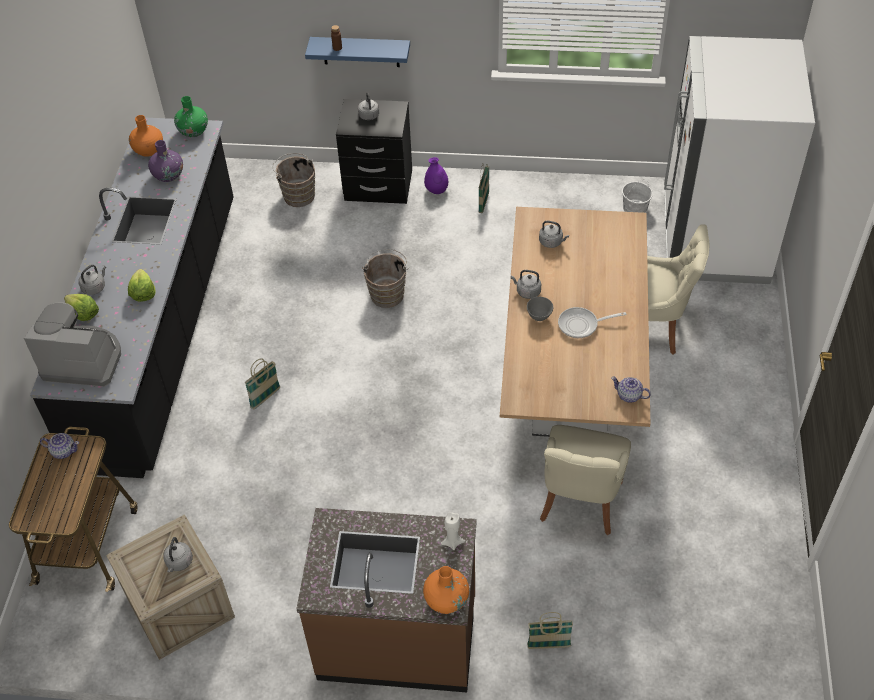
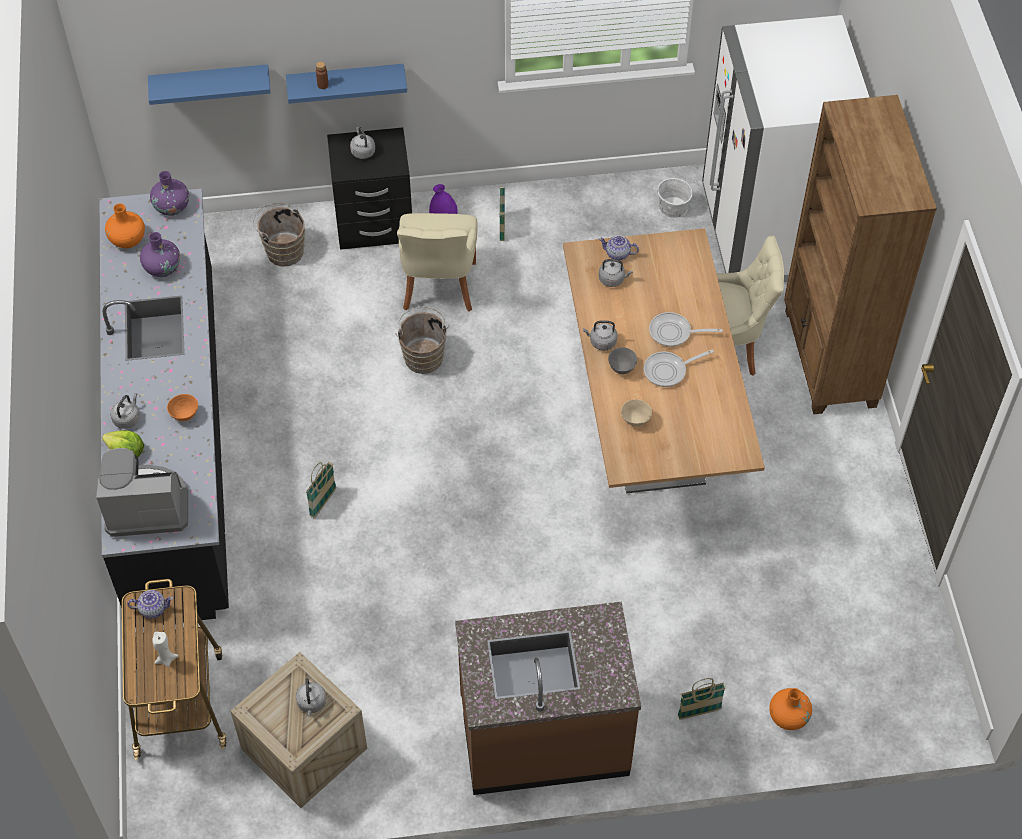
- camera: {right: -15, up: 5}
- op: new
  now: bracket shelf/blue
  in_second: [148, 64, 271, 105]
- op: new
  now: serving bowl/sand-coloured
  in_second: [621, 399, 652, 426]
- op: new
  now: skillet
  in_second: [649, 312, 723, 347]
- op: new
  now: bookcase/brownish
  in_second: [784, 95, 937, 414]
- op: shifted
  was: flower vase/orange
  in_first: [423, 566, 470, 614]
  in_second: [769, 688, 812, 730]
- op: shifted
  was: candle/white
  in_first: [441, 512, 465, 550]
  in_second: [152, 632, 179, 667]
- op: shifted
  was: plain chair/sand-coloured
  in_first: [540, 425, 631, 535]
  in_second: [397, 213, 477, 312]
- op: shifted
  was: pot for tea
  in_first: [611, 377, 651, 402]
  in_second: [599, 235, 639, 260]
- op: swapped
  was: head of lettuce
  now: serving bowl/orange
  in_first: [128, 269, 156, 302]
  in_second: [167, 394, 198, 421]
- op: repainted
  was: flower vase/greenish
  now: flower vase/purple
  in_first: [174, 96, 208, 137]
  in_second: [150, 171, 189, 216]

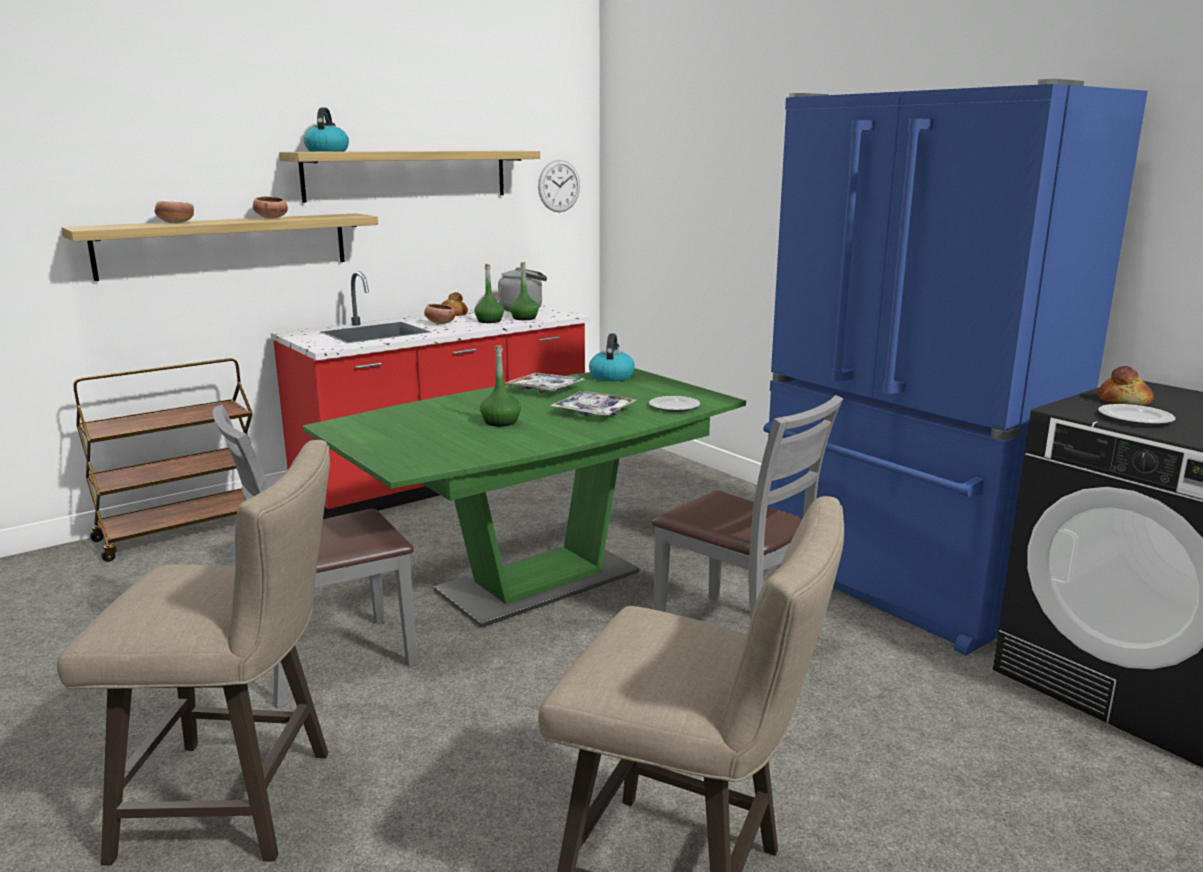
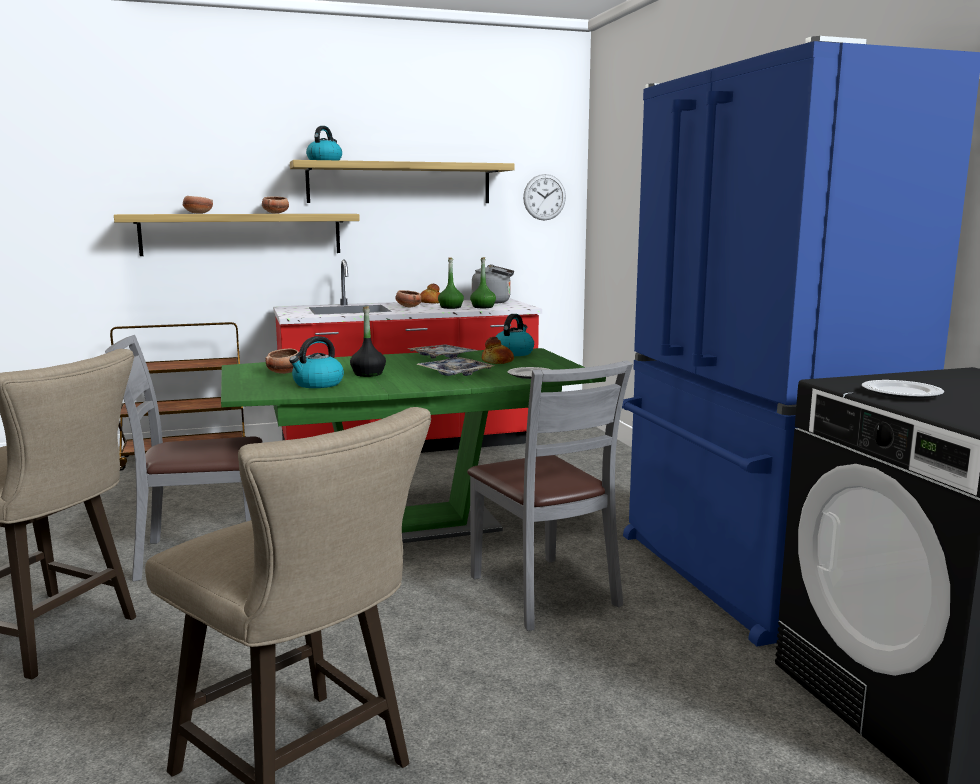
- camera: {right: 20, up: -5}
- op: new
  now: serving bowl
  in_second: [265, 349, 299, 374]
- op: new
  now: tea kettle
  in_second: [289, 336, 344, 388]
- op: shifted
  was: bread
  in_first: [1098, 366, 1154, 406]
  in_second: [482, 337, 514, 364]
- op: repainted
  was: bottle/greenish
  now: bottle/blackish
  in_first: [480, 345, 521, 426]
  in_second: [350, 306, 386, 377]

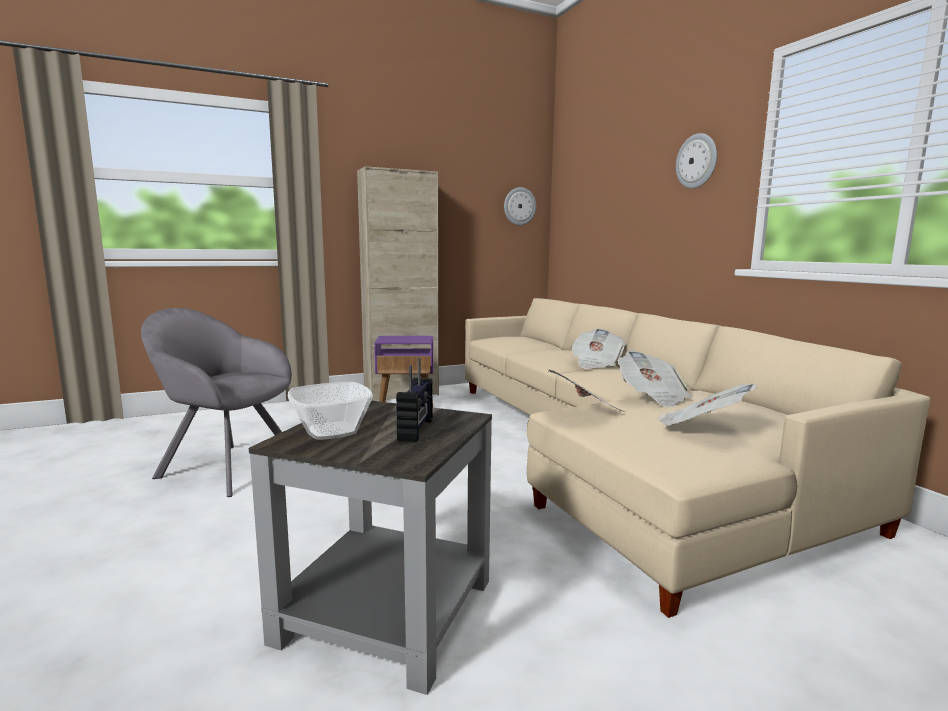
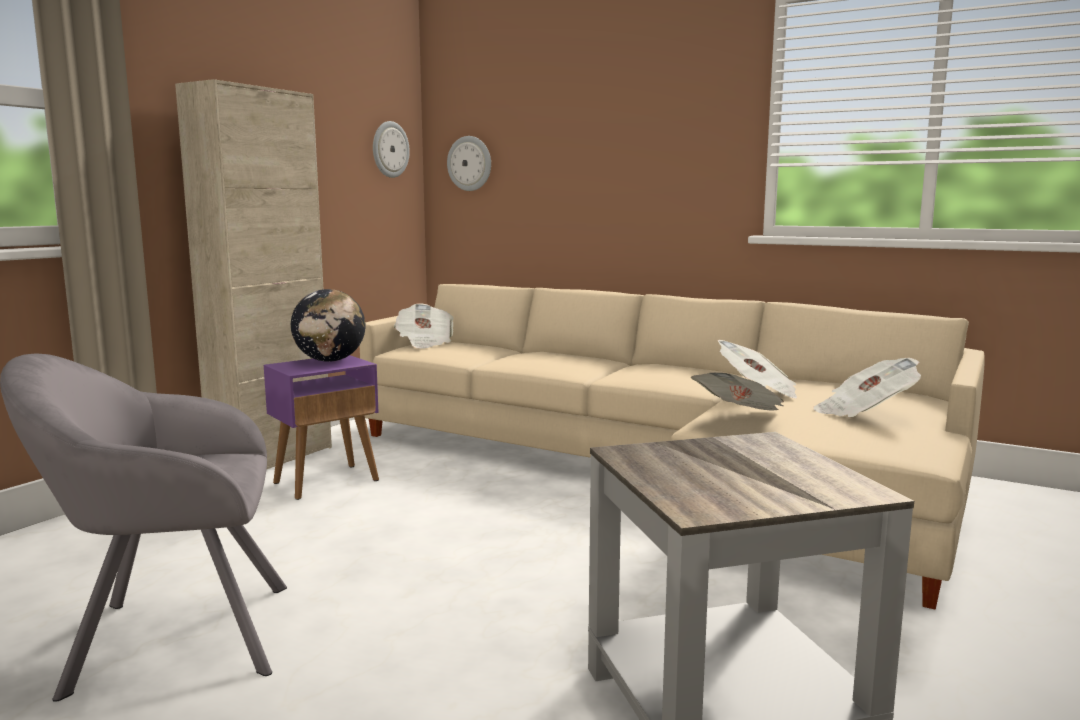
- camera: {right: -35, up: 0}
- op: gone
  was: serving bowl
  in_first: [288, 382, 373, 440]
- op: gone
  was: radio
  in_first: [396, 358, 433, 442]
- op: new
  now: world globe
  in_second: [291, 289, 365, 362]
- op: shifted
  was: printed paper
  in_first: [571, 329, 626, 369]
  in_second: [394, 303, 454, 349]
- op: shifted
  was: hanging clock
  in_first: [676, 133, 717, 189]
  in_second: [447, 136, 491, 191]

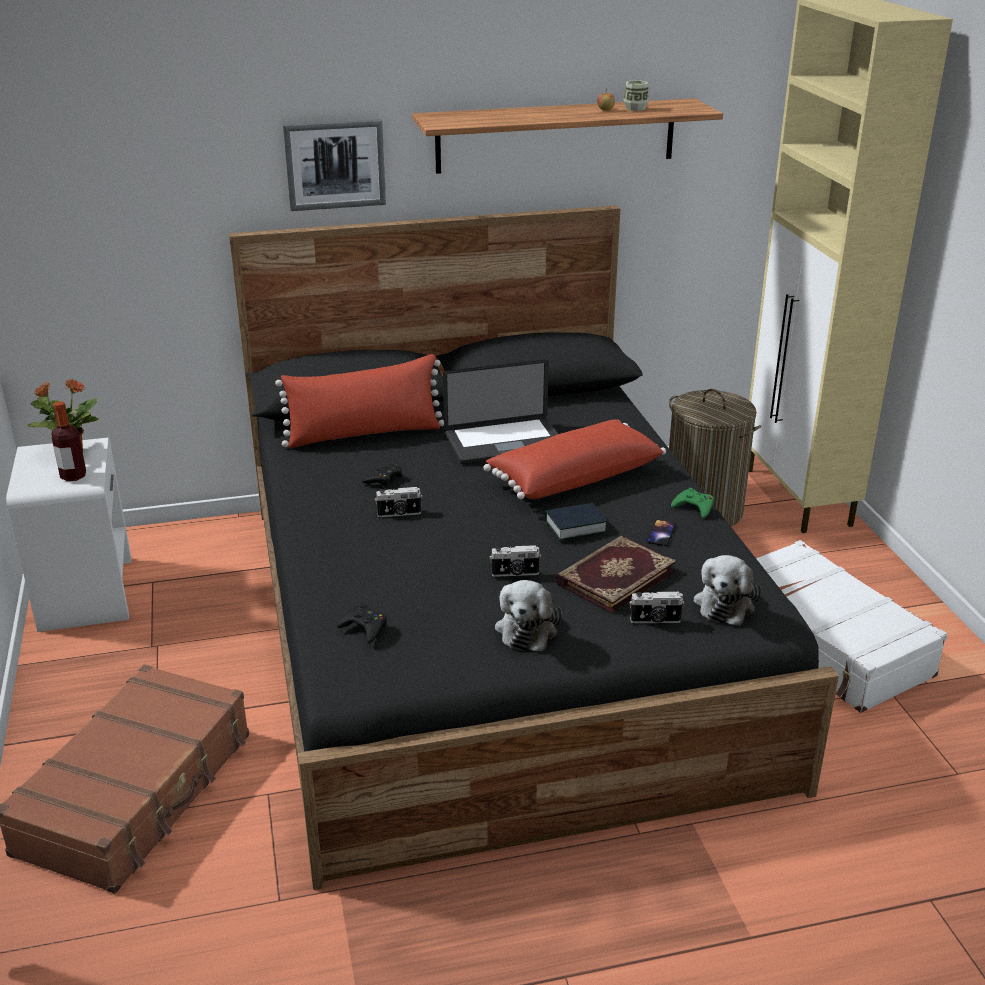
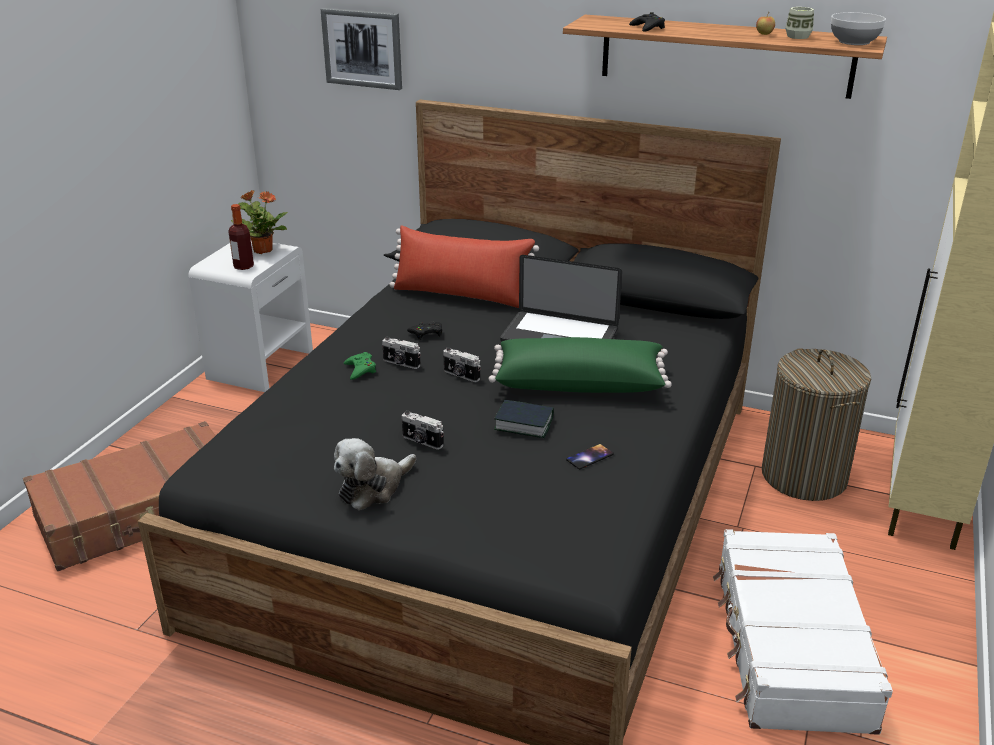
- camera: {right: 35, up: 0}
- op: gone
  was: bound book
  in_first: [555, 535, 676, 614]
- op: gone
  was: cuddly toy
  in_first: [694, 555, 762, 626]
- op: new
  now: serving bowl
  in_second: [831, 12, 886, 45]
- op: shifted
  was: picture
  in_first: [283, 119, 386, 211]
  in_second: [321, 8, 402, 90]
- op: shifted
  was: joypad/blackish
  in_first: [337, 604, 387, 643]
  in_second: [629, 12, 665, 32]
- op: shifted
  was: still camera
  in_first: [629, 591, 684, 623]
  in_second: [443, 347, 481, 382]
- op: shifted
  was: joypad/greenish
  in_first: [671, 488, 714, 518]
  in_second: [344, 352, 376, 380]
- op: repainted
  was: pillow/reddish
  now: pillow/greenish
  in_first: [483, 419, 666, 499]
  in_second: [489, 337, 672, 393]

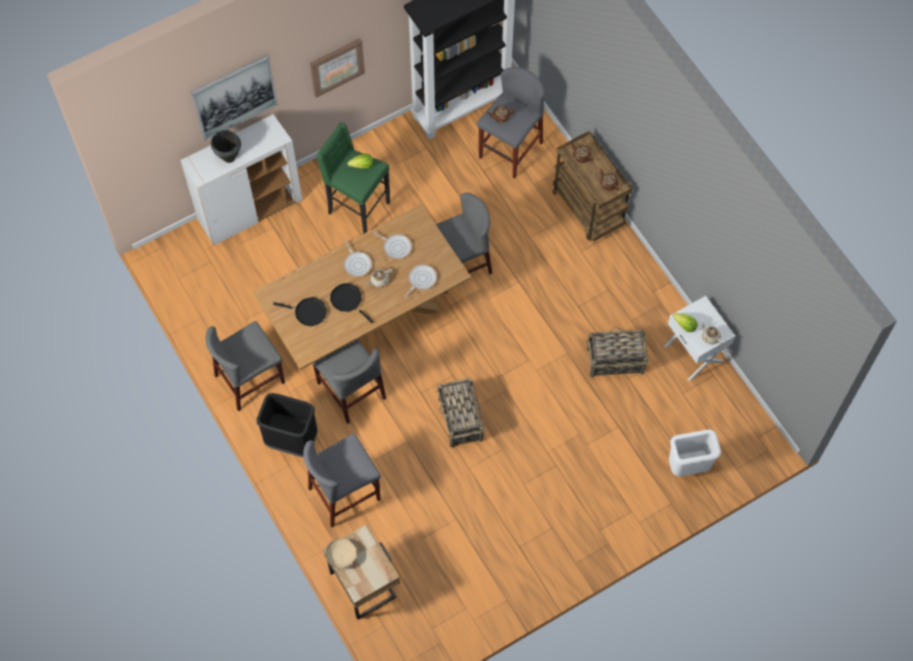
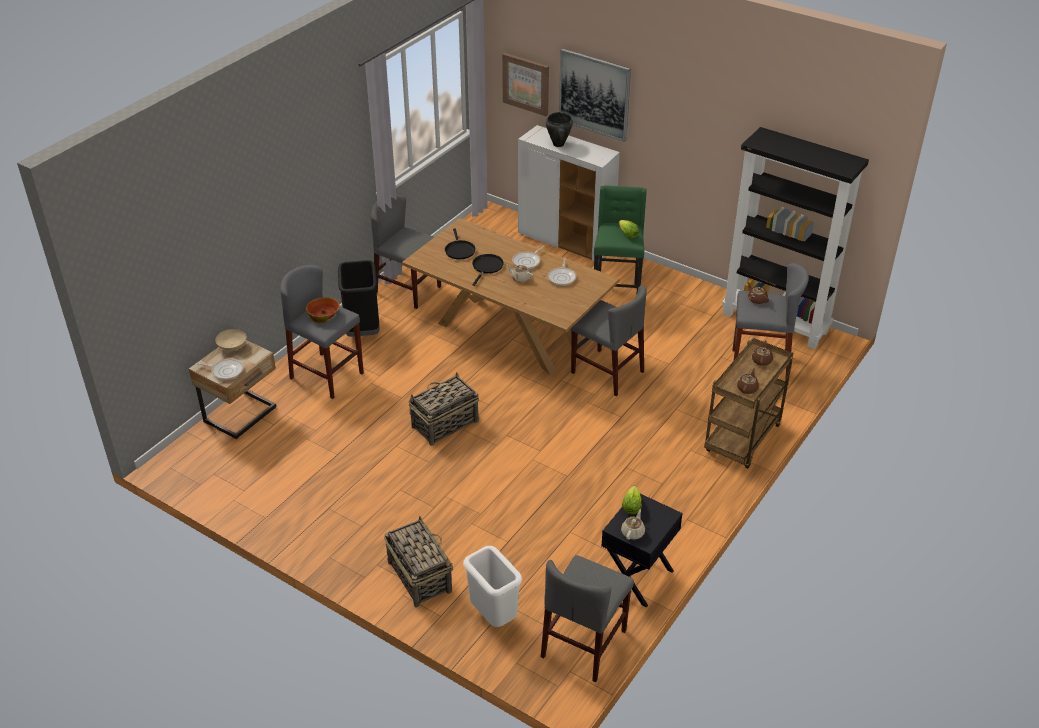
- camera: {right: 65, up: -25}
- op: new
  now: serving bowl
  in_second: [306, 297, 340, 323]
- op: shifted
  was: picture
  in_first: [310, 38, 365, 98]
  in_second: [502, 53, 549, 116]
- op: shifted
  was: plain chair/greyish
  in_first: [313, 339, 386, 424]
  in_second: [541, 555, 634, 682]
- op: shifted
  was: skillet
  in_first: [404, 264, 437, 298]
  in_second: [197, 359, 243, 380]
- op: shifted
  was: storage basket
  in_first: [587, 327, 648, 377]
  in_second: [384, 516, 453, 607]
- op: repainted
  was: bedside table/white
  now: bedside table/blackish
  in_first: [664, 296, 735, 381]
  in_second: [601, 494, 682, 607]

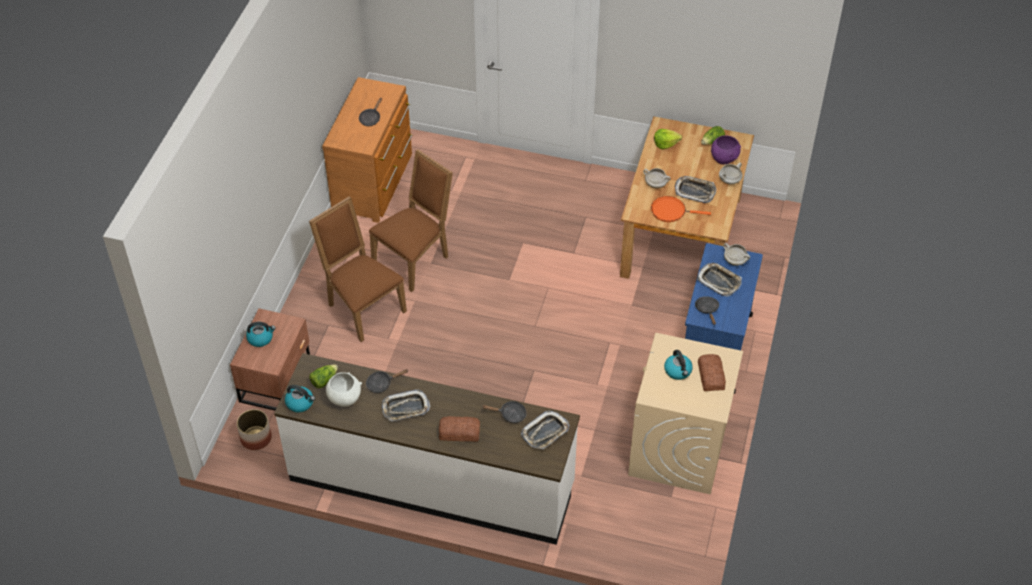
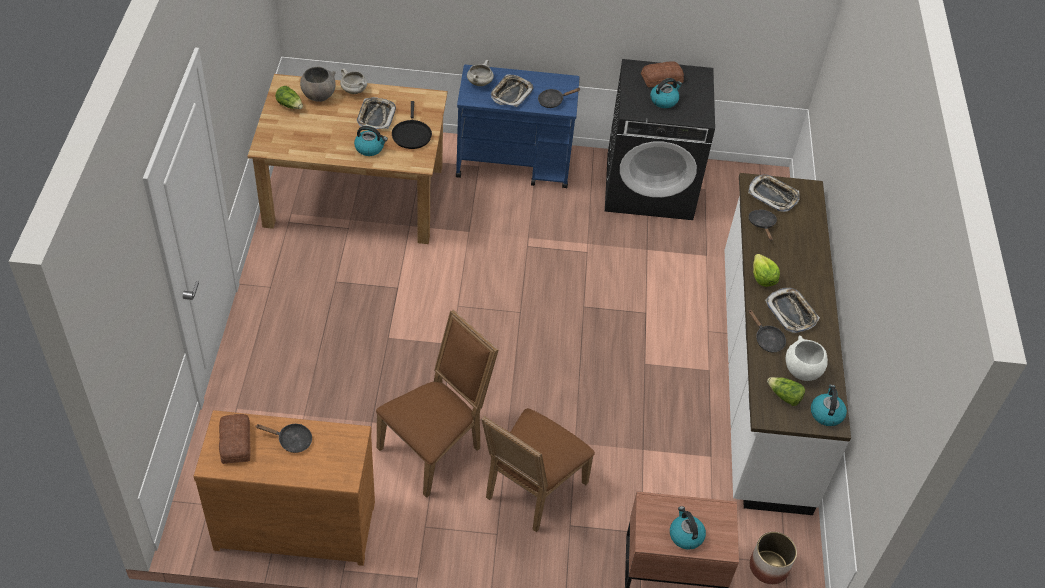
- camera: {right: -105, up: 0}
- op: shifted
  was: bread
  in_first: [439, 416, 480, 442]
  in_second: [219, 414, 250, 464]
- op: shifted
  was: head of lettuce
  in_first: [654, 129, 682, 149]
  in_second: [753, 254, 780, 287]
- op: swapped
  was: saucepot/white
  now: tea kettle
  in_first: [643, 168, 671, 188]
  in_second: [354, 126, 388, 156]
- op: repainted
  was: washing machine/sand-coloured
  now: washing machine/blackish
  in_first: [628, 333, 743, 495]
  in_second: [605, 59, 715, 220]
- op: repainted
  was: skillet/orange
  now: skillet/blackish
  in_first: [651, 196, 711, 222]
  in_second: [392, 101, 432, 149]
- op: repainted
  was: serving bowl/purple
  now: serving bowl/greyish
  in_first: [711, 135, 741, 164]
  in_second: [300, 66, 336, 102]
- op: rotated
  was: plain chair/brownish
  in_first: [369, 149, 453, 292]
  in_second: [376, 310, 498, 498]
  clockwise: 105

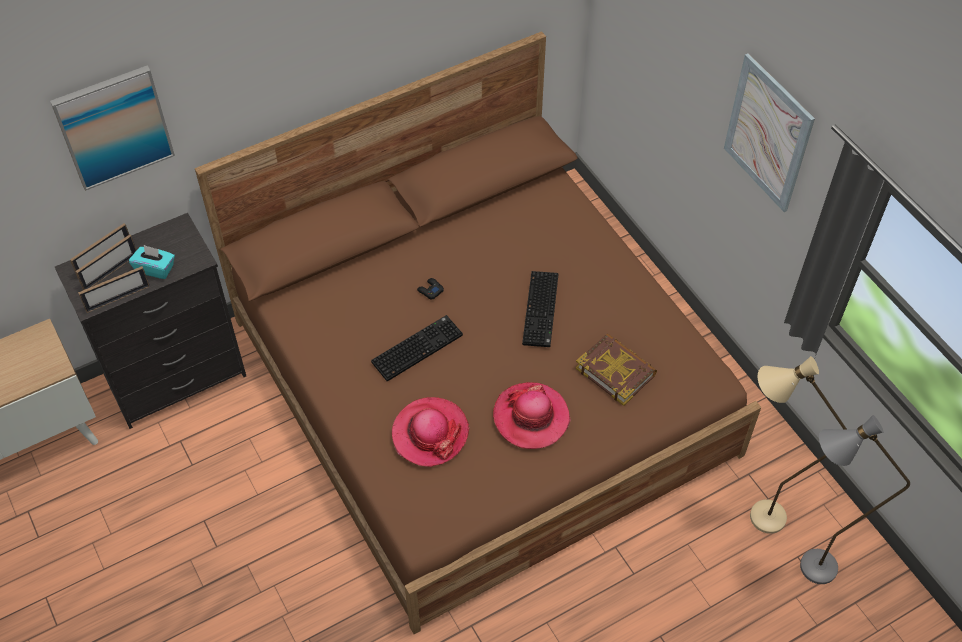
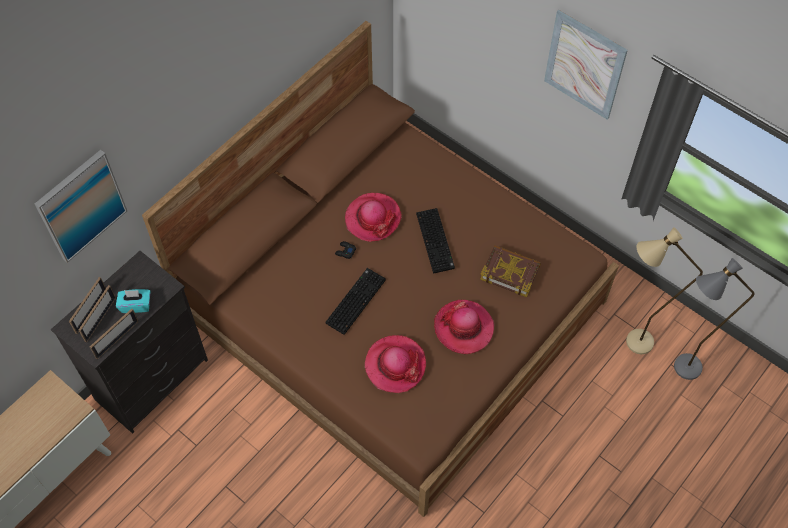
- camera: {right: -20, up: 5}
- op: new
  now: clothing hat
  in_second: [345, 193, 402, 242]

